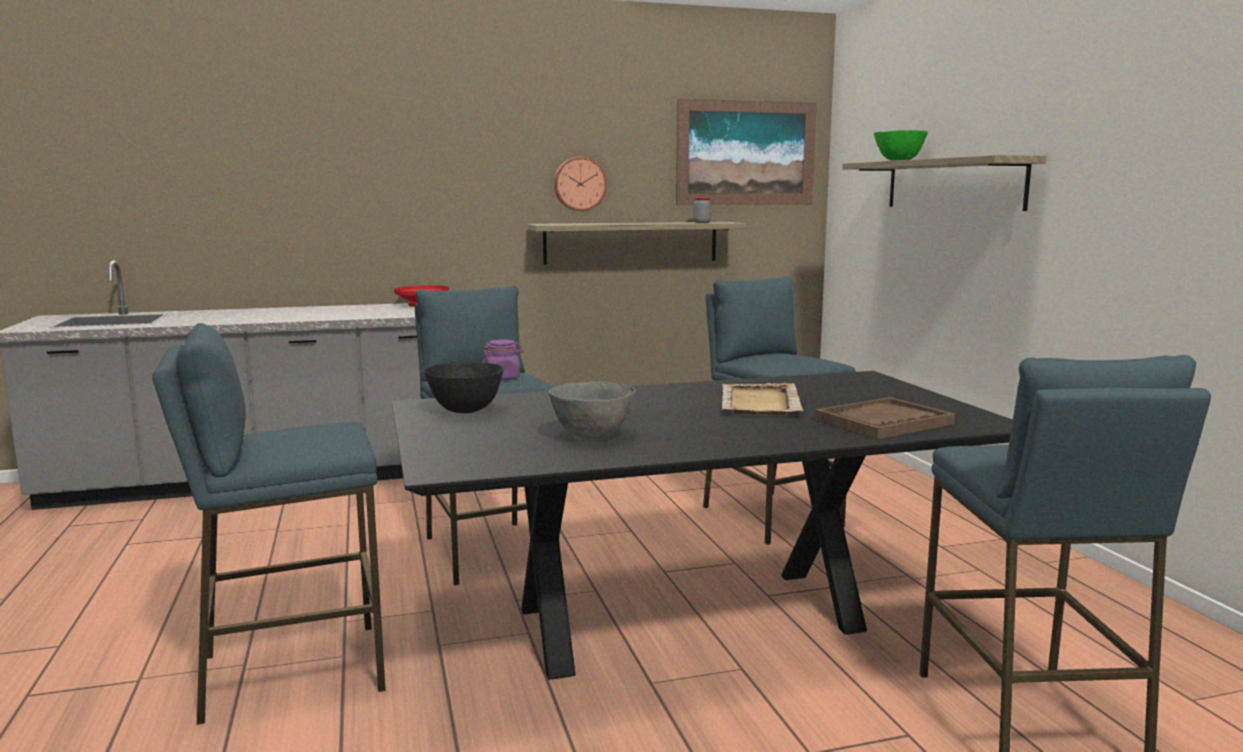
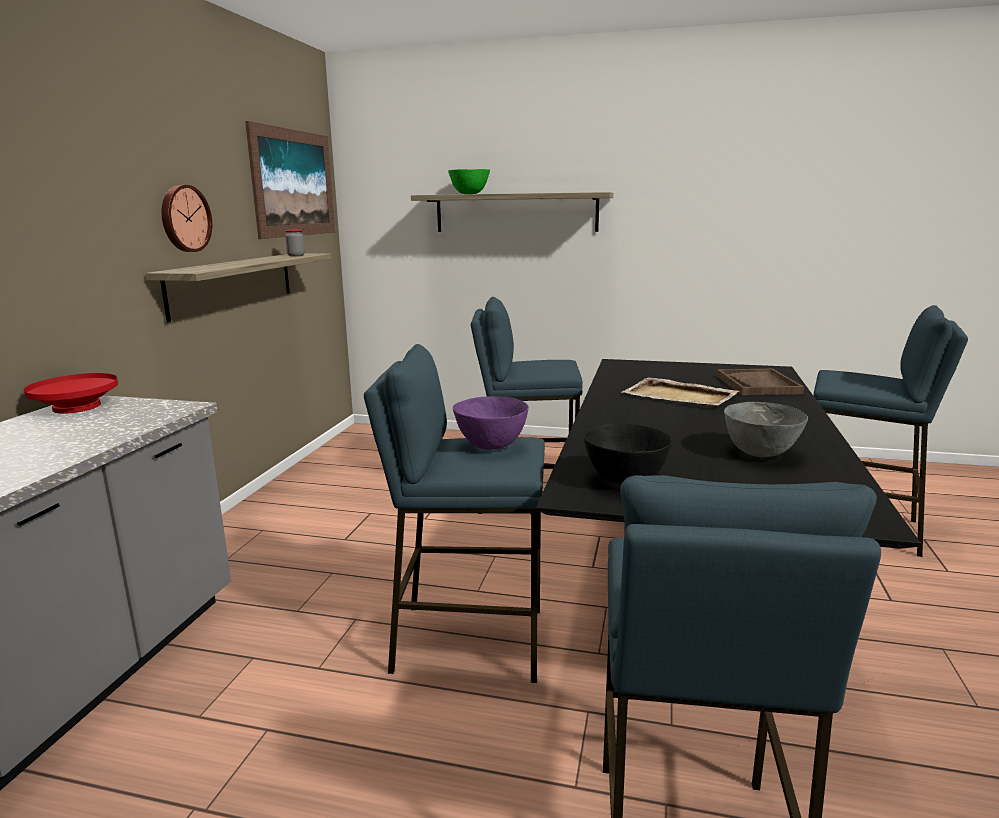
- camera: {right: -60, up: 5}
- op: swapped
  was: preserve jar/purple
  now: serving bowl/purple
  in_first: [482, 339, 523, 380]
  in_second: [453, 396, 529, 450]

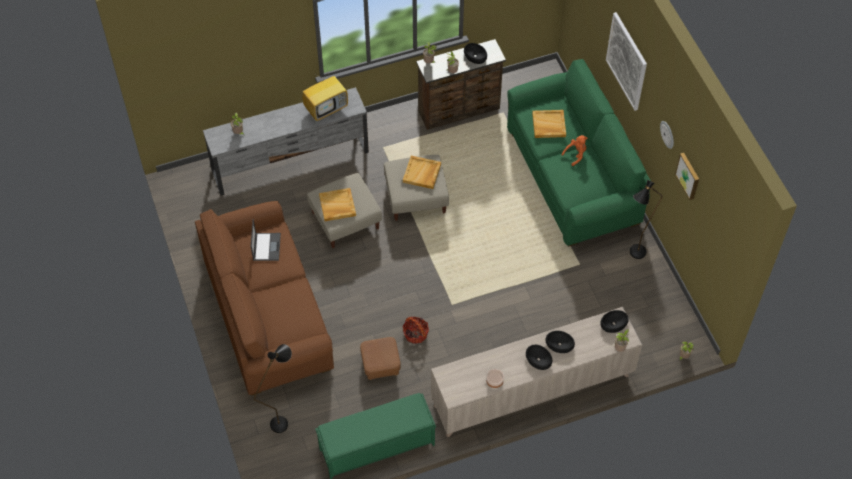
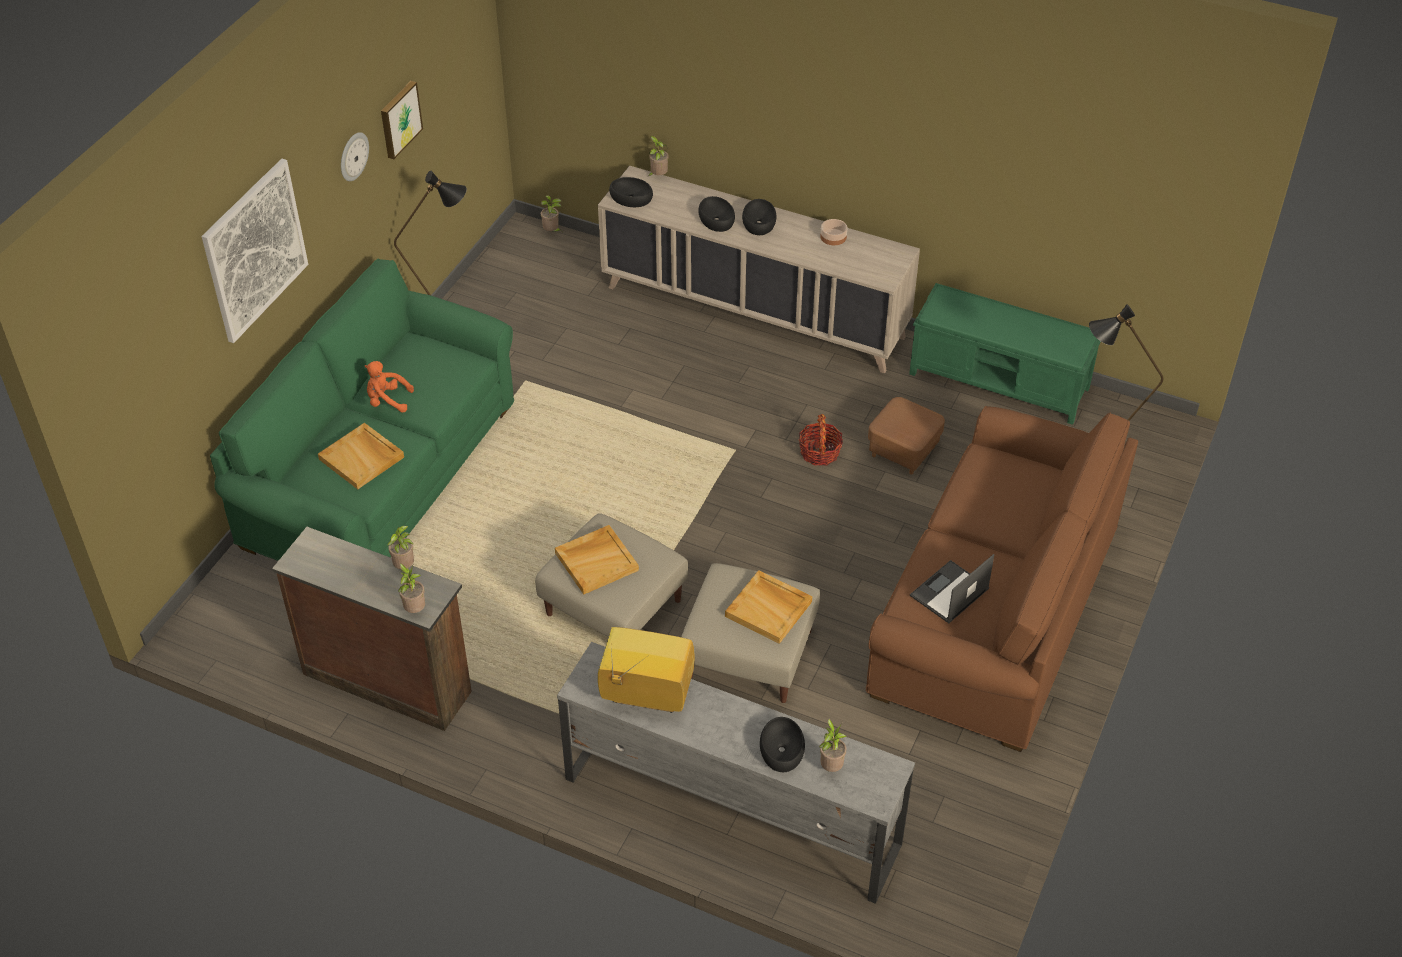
- camera: {right: -135, up: -10}
- op: shifted
  was: serving bowl/blackish
  in_first: [464, 43, 487, 64]
  in_second: [760, 717, 805, 772]

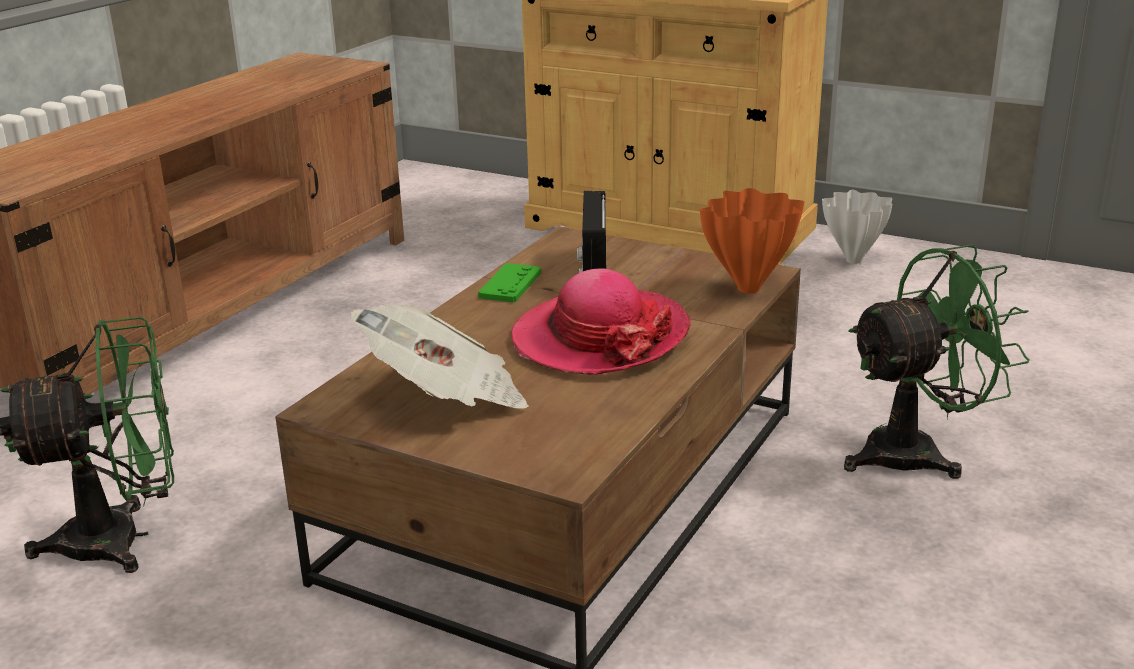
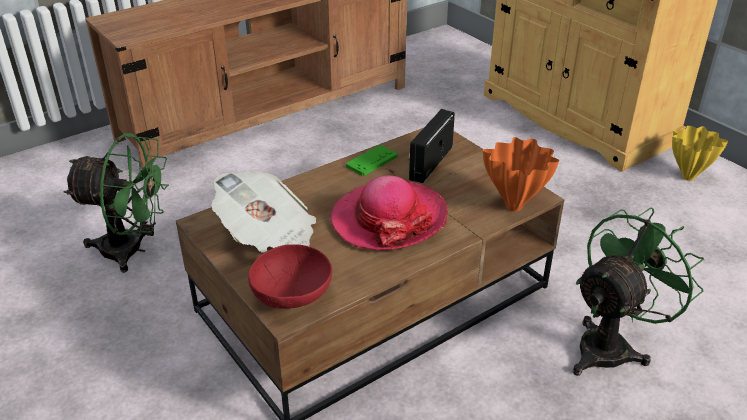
- camera: {right: 25, up: 10}
- op: new
  now: serving bowl/reddish
  in_second: [248, 244, 332, 309]
- op: repainted
  was: flower vase/white
  now: flower vase/yellow
  in_first: [822, 190, 892, 264]
  in_second: [672, 126, 728, 181]
- op: rotated
  was: electric fan/greenish
  in_first: [844, 244, 1030, 479]
  in_second: [573, 207, 704, 376]
  clockwise: -45

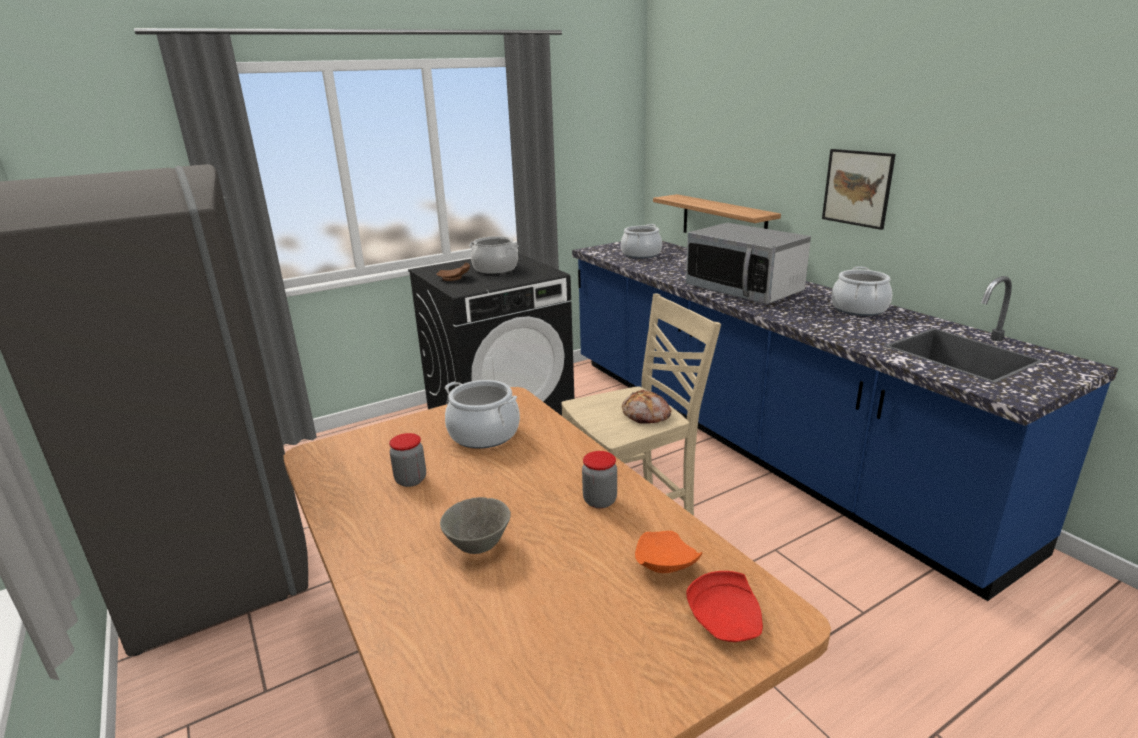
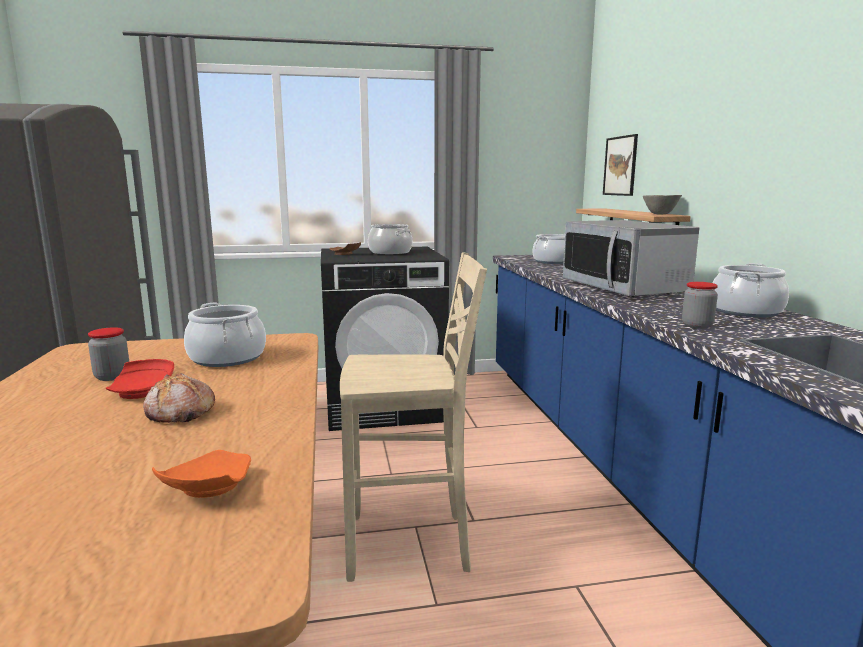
- camera: {right: 20, up: -10}
- op: shifted
  was: serving bowl/greyish
  in_first: [440, 497, 511, 554]
  in_second: [643, 195, 682, 214]
- op: shifted
  was: preserve jar
  in_first: [582, 451, 617, 509]
  in_second: [682, 282, 718, 329]
- op: shifted
  was: bread
  in_first: [622, 389, 672, 424]
  in_second: [143, 373, 215, 423]
- op: shifted
  was: plate/reddish
  in_first: [686, 571, 763, 642]
  in_second: [106, 359, 174, 399]
- op: shifted
  was: picture
  in_first: [822, 149, 896, 230]
  in_second: [603, 134, 638, 196]

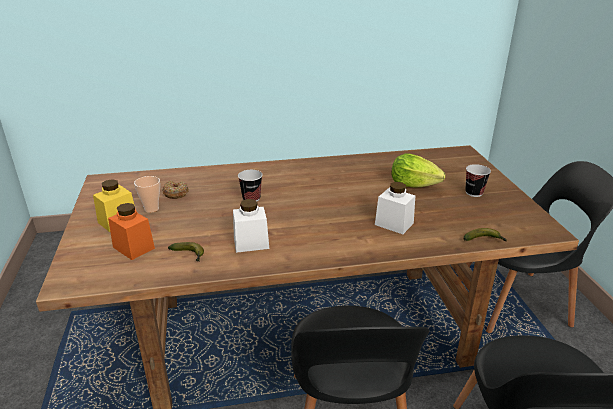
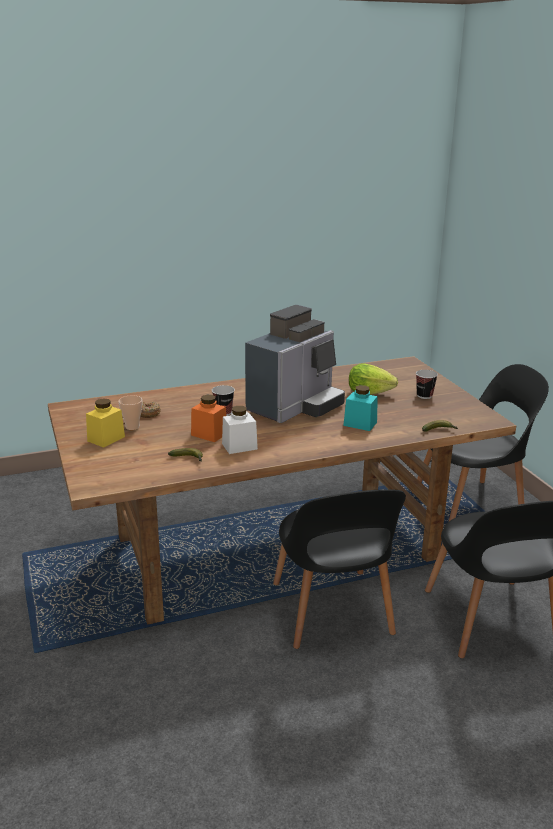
- camera: {right: -10, up: -5}
- op: new
  now: coffee maker
  in_second: [245, 305, 345, 423]
- op: shifted
  was: preserve jar/orange
  in_first: [108, 203, 155, 260]
  in_second: [191, 395, 226, 442]
- op: repainted
  was: preserve jar/white
  now: preserve jar/blue-green
  in_first: [375, 182, 415, 234]
  in_second: [343, 385, 378, 431]

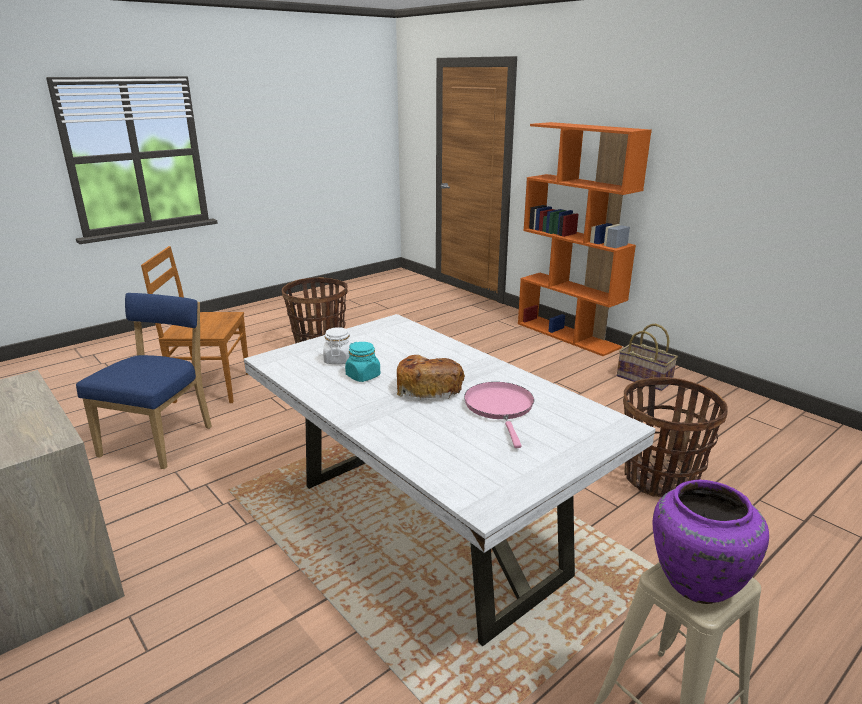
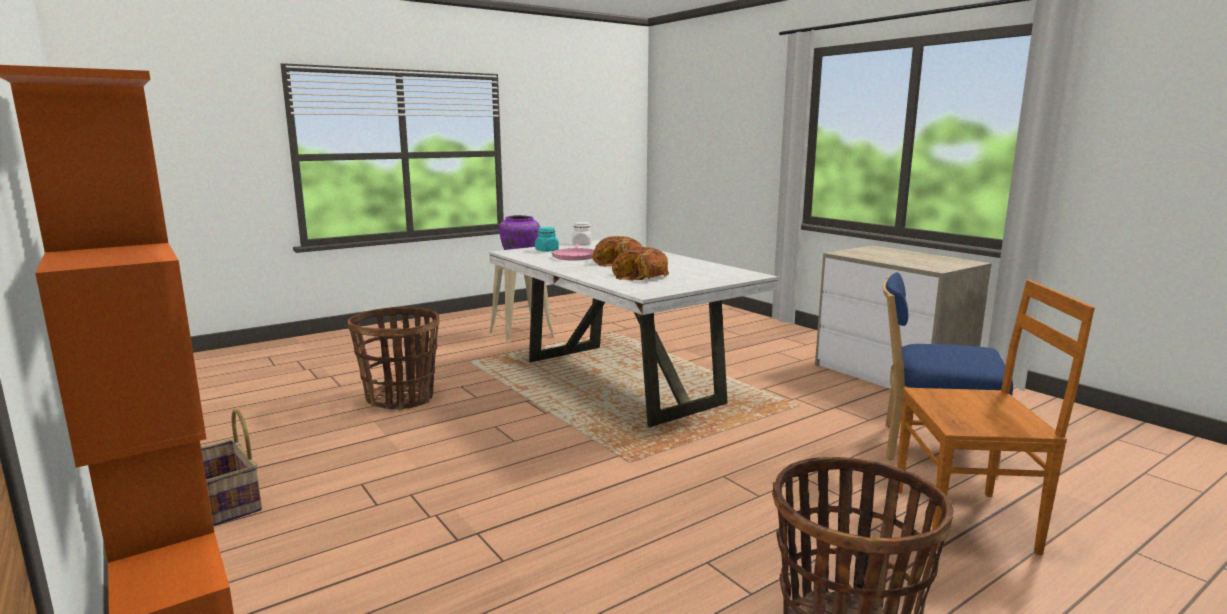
- camera: {right: -175, up: -10}
- op: new
  now: bread
  in_second: [612, 247, 669, 281]
- op: shifted
  was: preserve jar/white
  in_first: [323, 327, 351, 364]
  in_second: [572, 222, 592, 245]
- op: shifted
  was: preserve jar/blue-green
  in_first: [345, 342, 380, 382]
  in_second: [535, 227, 559, 252]
- op: rotated
  was: plain chair/blue
  in_first: [76, 293, 212, 469]
  in_second: [883, 272, 1013, 477]
  clockwise: 90

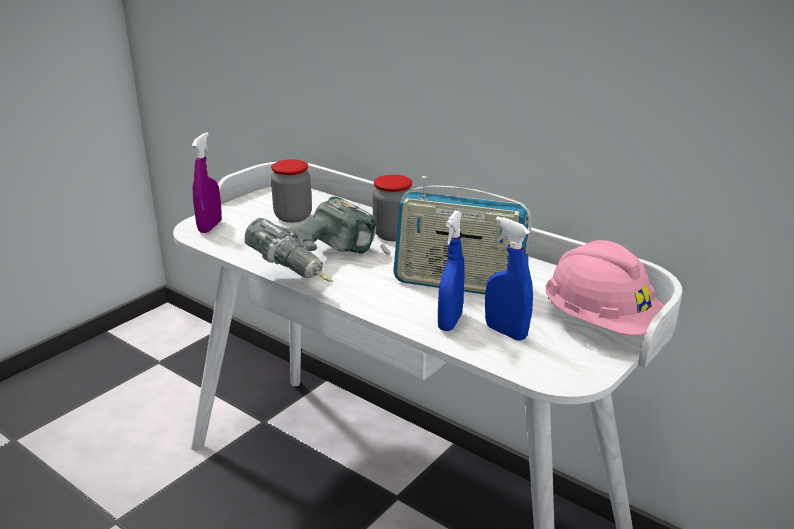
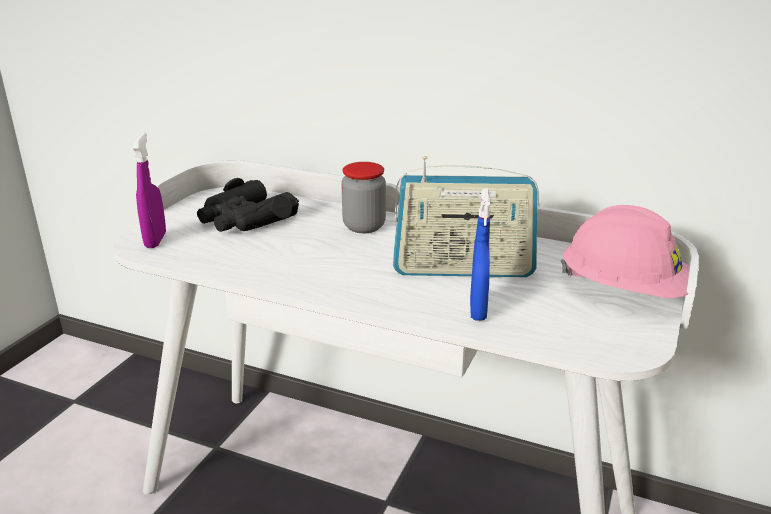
- camera: {right: -15, up: 0}
- op: gone
  was: electric drill
  in_first: [245, 197, 391, 282]
- op: gone
  was: spray bottle/blue
  in_first: [485, 216, 533, 341]
- op: swapped
  was: preserve jar
  now: pair of binoculars/blackish
  in_first: [271, 159, 312, 223]
  in_second: [197, 178, 299, 232]

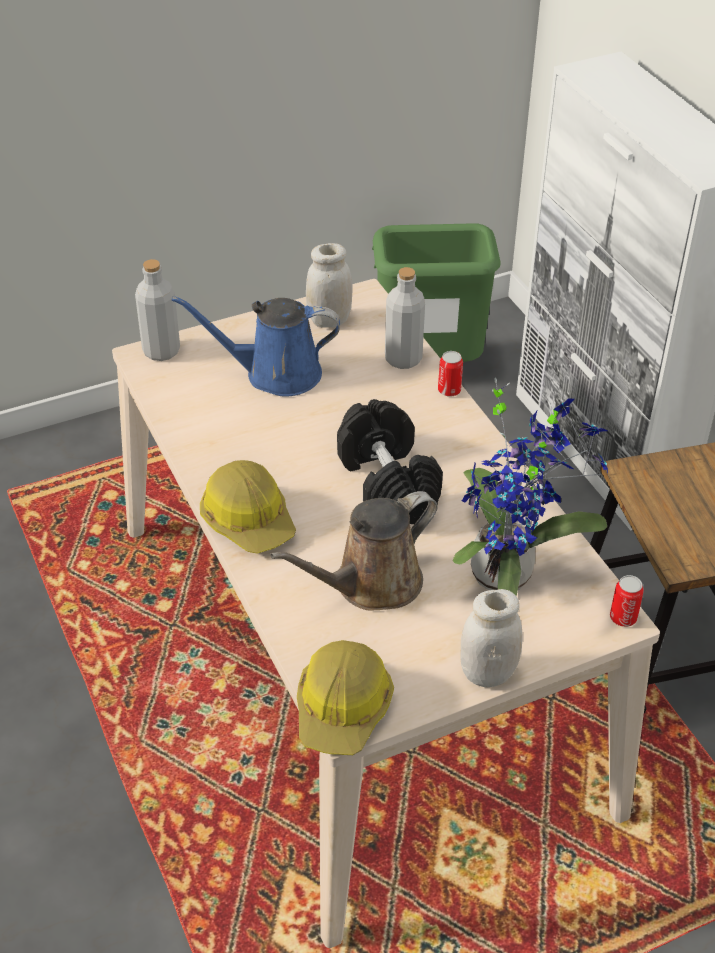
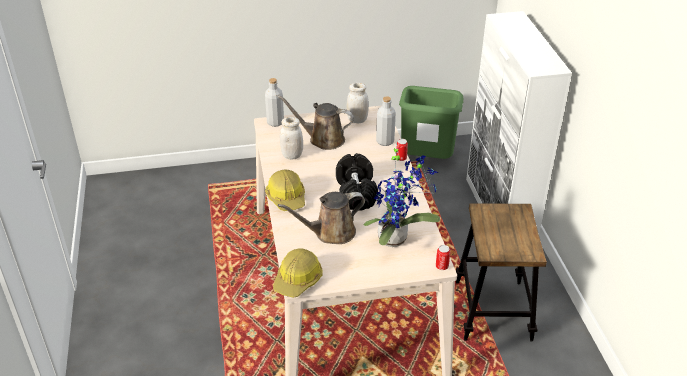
- camera: {right: 15, up: -5}
- op: shifted
  was: preserve jar/white
  in_first: [460, 589, 523, 687]
  in_second: [280, 117, 303, 159]
- op: repainted
  was: sprinkling can/blue
  now: sprinkling can/brownish
  in_first: [172, 296, 340, 397]
  in_second: [278, 95, 354, 150]

